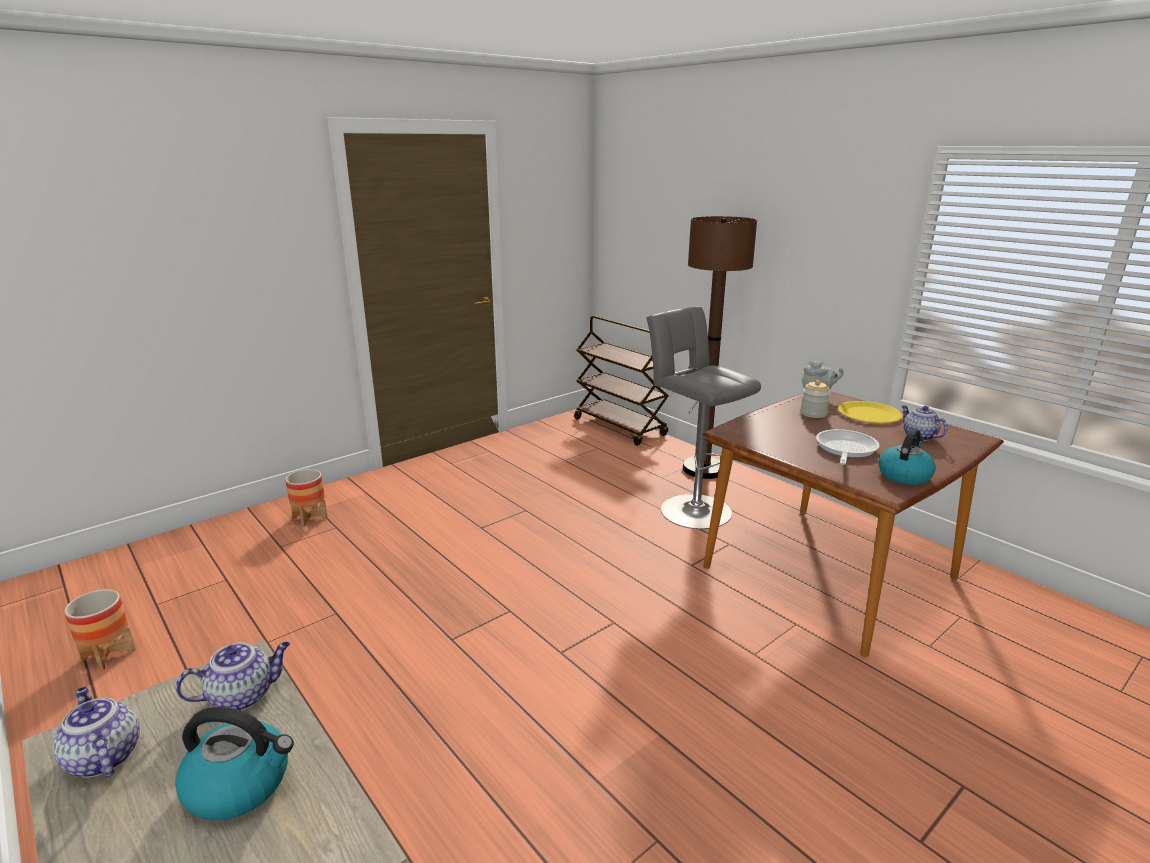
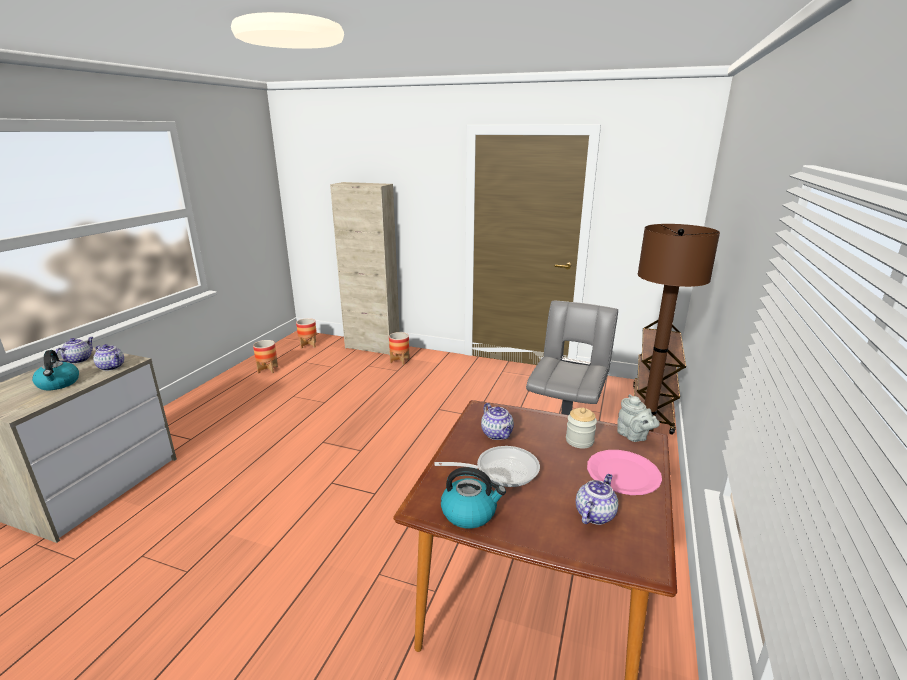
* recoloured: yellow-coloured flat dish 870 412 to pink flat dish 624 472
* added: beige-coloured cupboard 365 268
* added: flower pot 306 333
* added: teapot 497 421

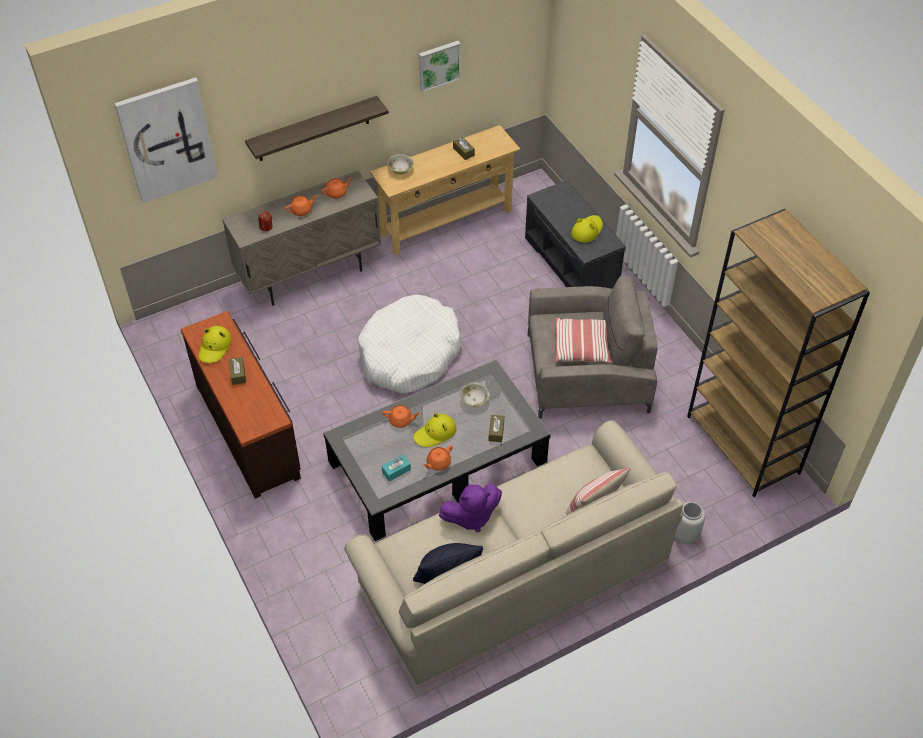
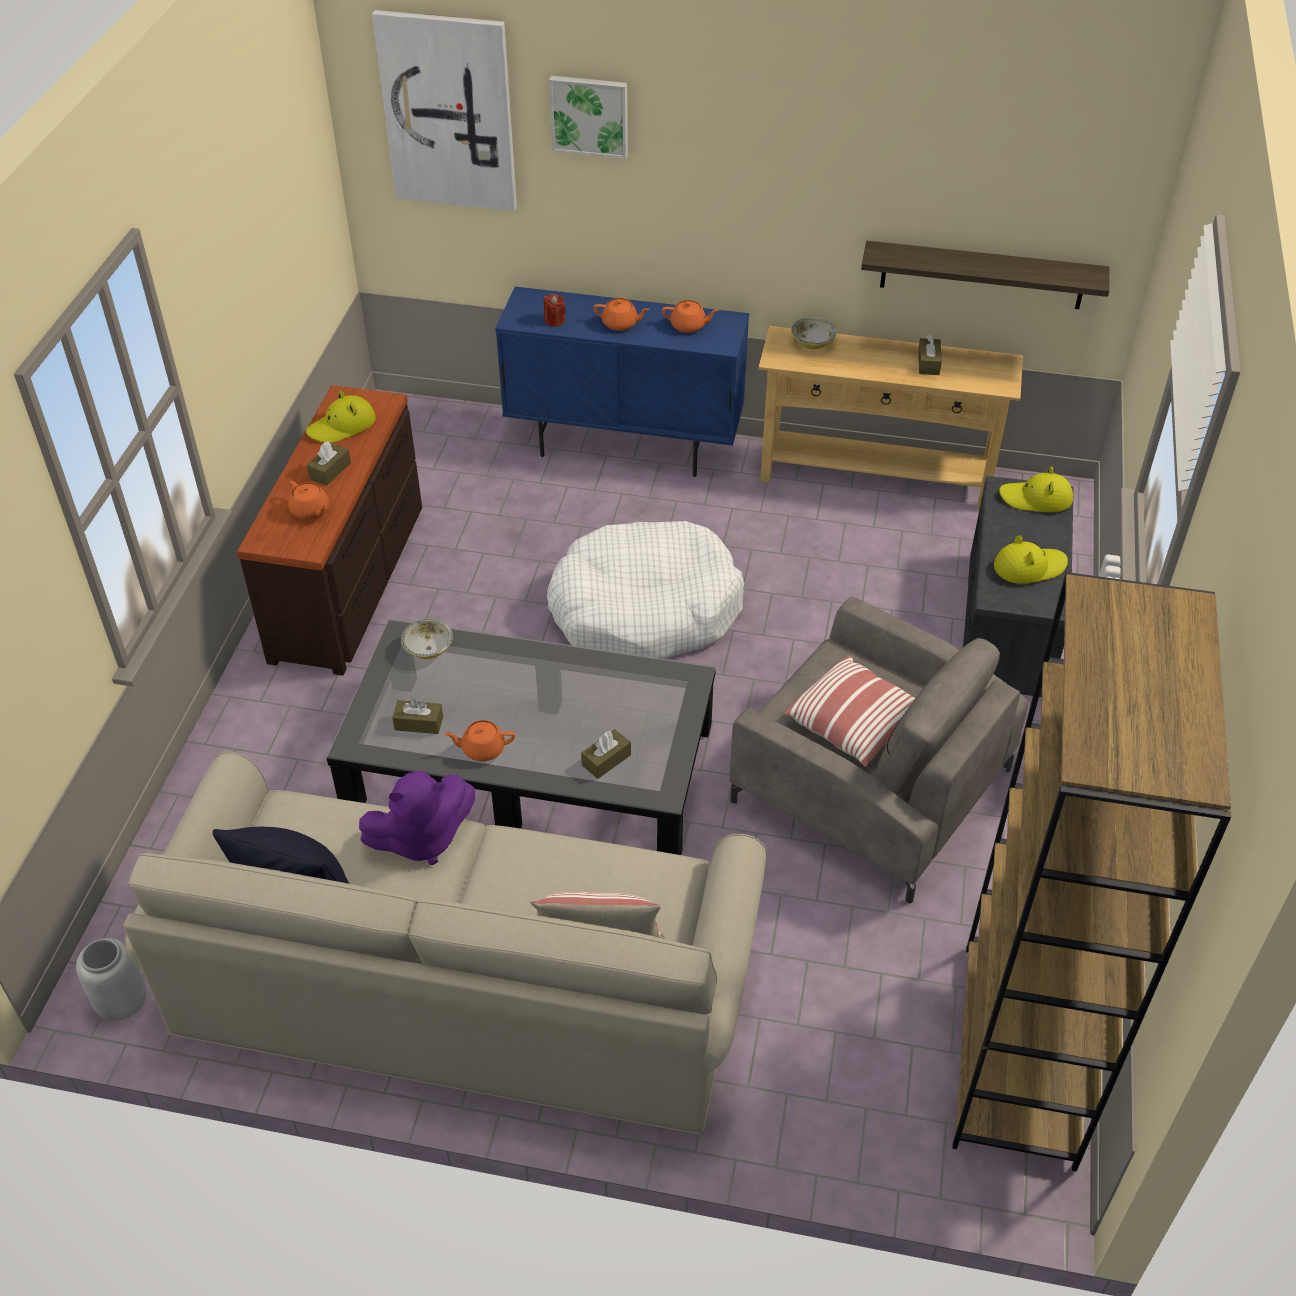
* moved: wall picture 440 67 to 588 117
* moved: wall shelf 317 128 to 985 275
* recoloured: beige-coloured cupboard 301 238 to blue cupboard 622 382
* moved: serving bowl 474 395 to 427 639
* moved: orange teapot 401 416 to 308 500
* moved: yellow-coloured hat 434 430 to 1036 489
* recoloured: turquoise tissue box 396 468 to brownish tissue box 417 716
* turned: purple soft toy 470 507 = 417 818 45 degrees counterclockwise
* moved: gray decorative vase 690 523 to 111 979

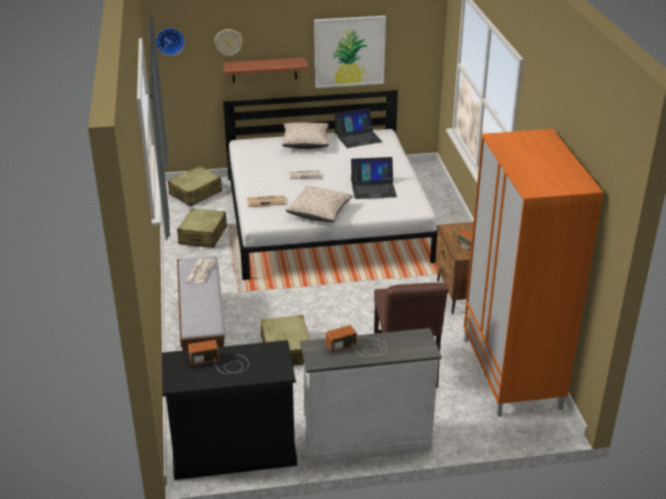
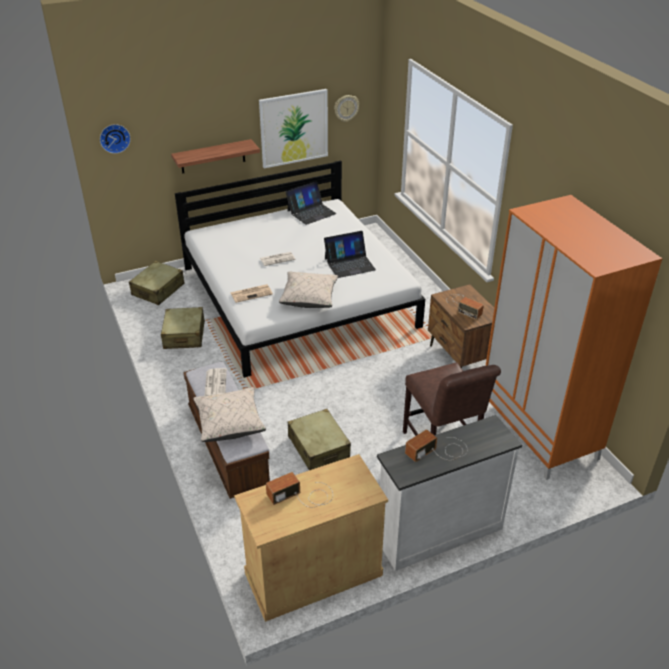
* moved: wall clock 228 43 to 346 108
* moved: beige-coloured cushion 305 135 to 229 414
* recoloured: black cupboard 229 410 to beige-coloured cupboard 311 538

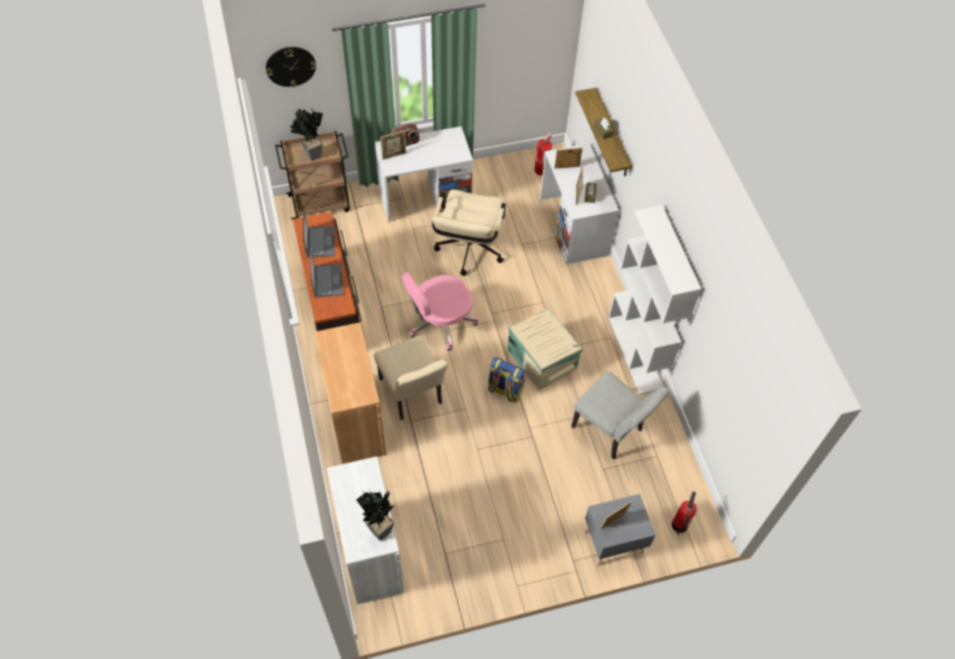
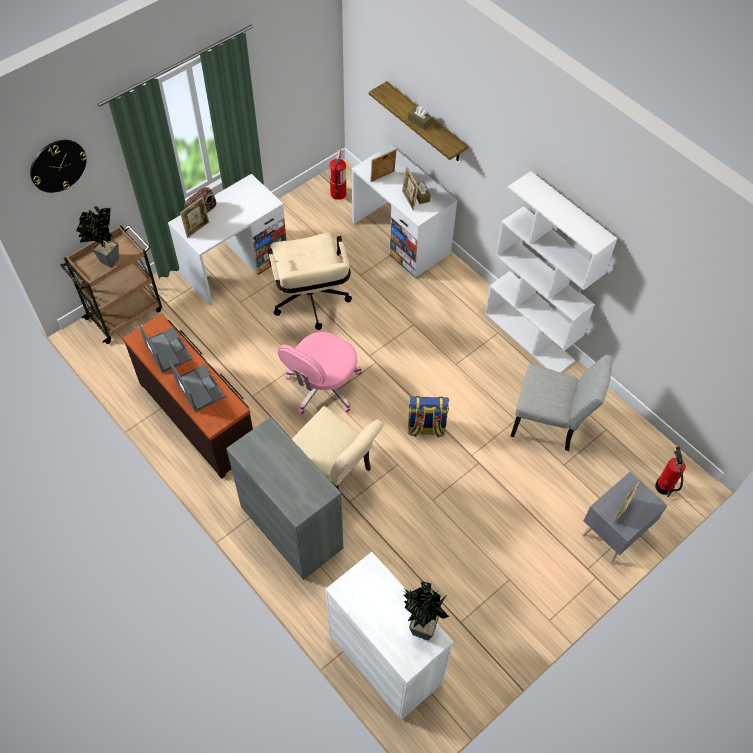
* removed: beige-coloured storage container 545 349
* recoloured: brownish cupboard 350 393 to gray cupboard 284 498

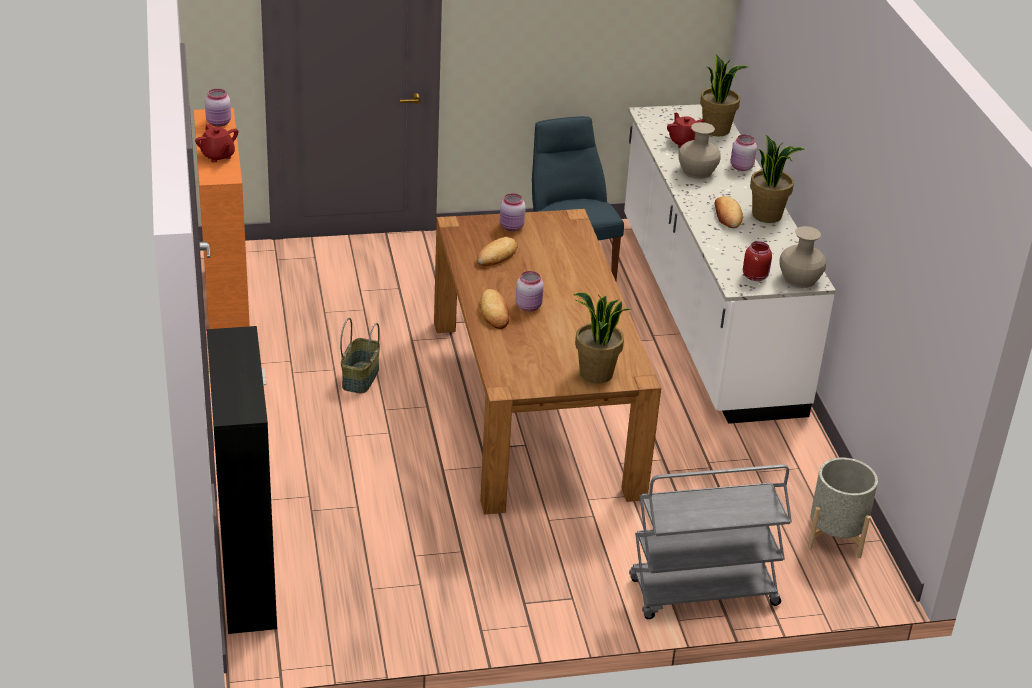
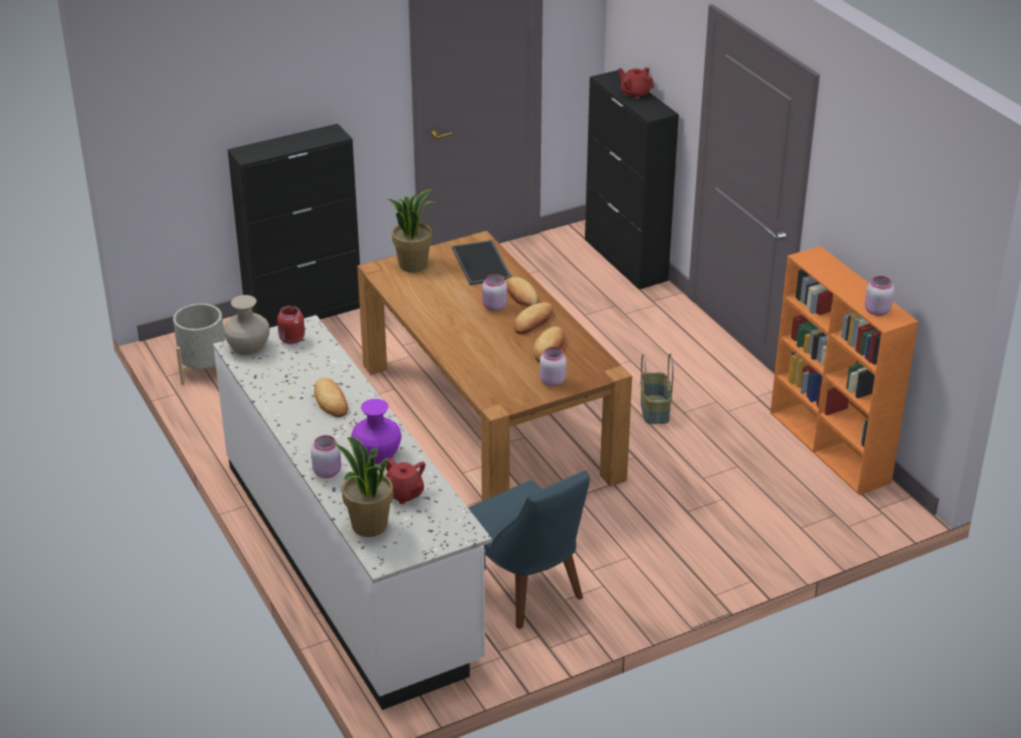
* recoloured: beige-coloured decorative vase 699 150 to purple decorative vase 376 431
* moved: reddish teapot 216 143 to 636 83
* removed: potted plant 777 178
* replaced: gray cart 710 541 to black cupboard 293 226
* added: carrying tray 482 262
* added: bread 533 318

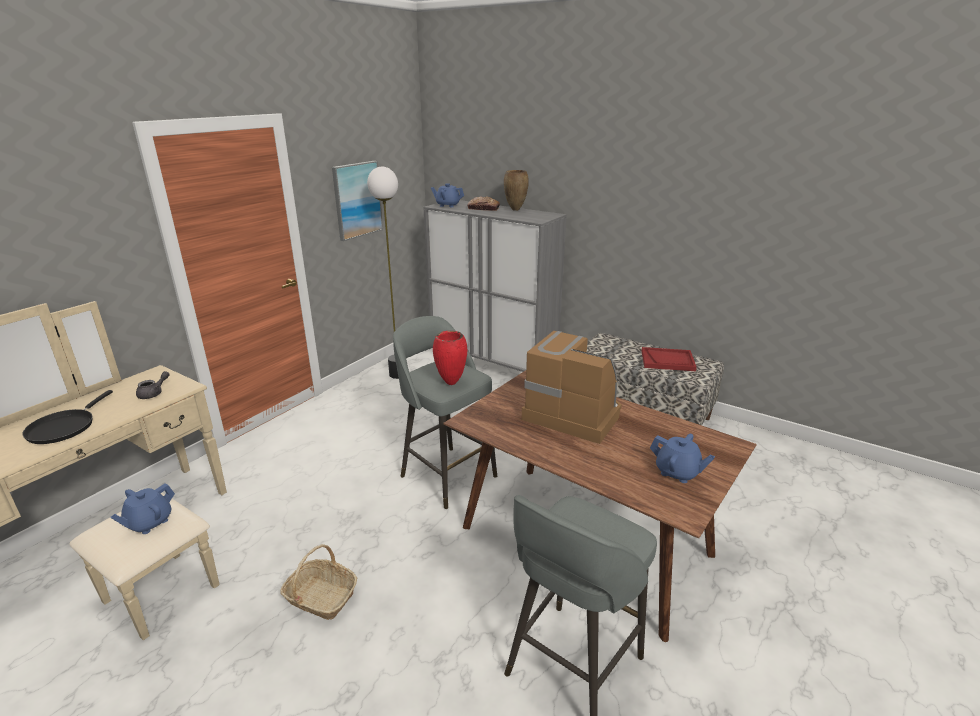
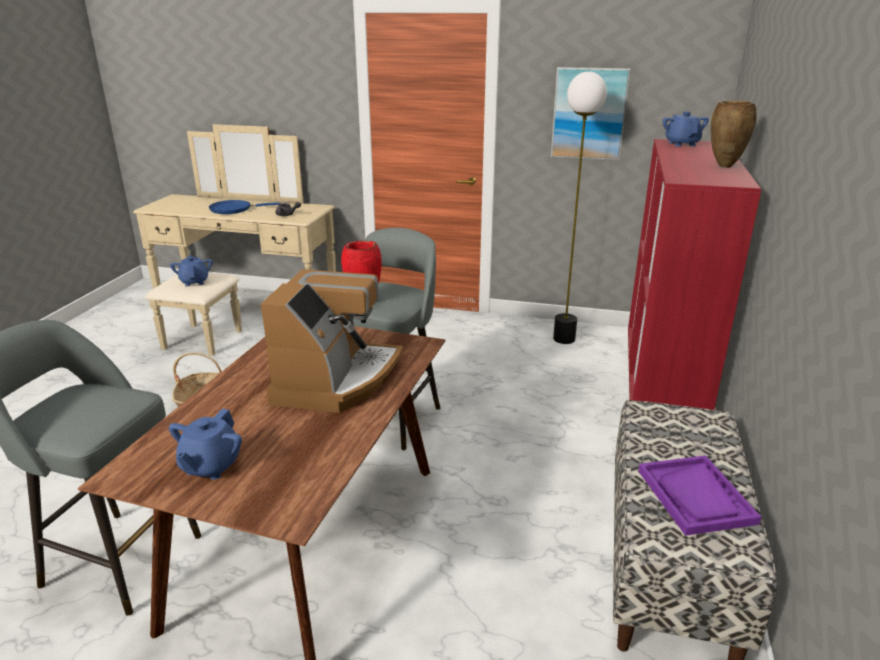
* removed: bread 483 203
* recoloured: gray cupboard 495 286 to reddish cupboard 694 274
* recoloured: reddish carrying tray 669 359 to purple carrying tray 699 495
* recoloured: black frying pan 67 417 to blue frying pan 244 207
* turned: blue teapot 142 508 = 191 270 60 degrees clockwise

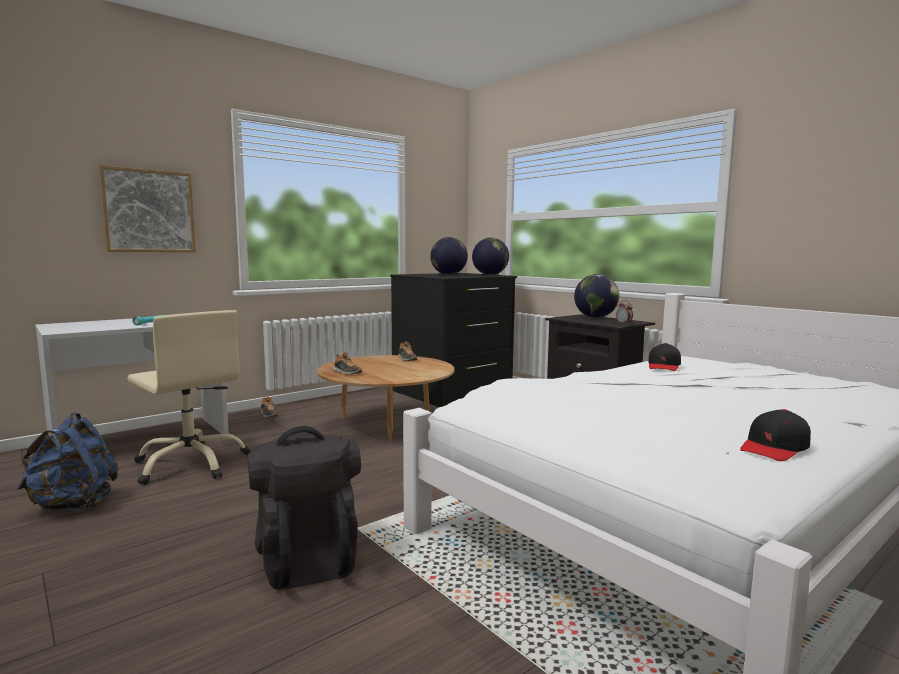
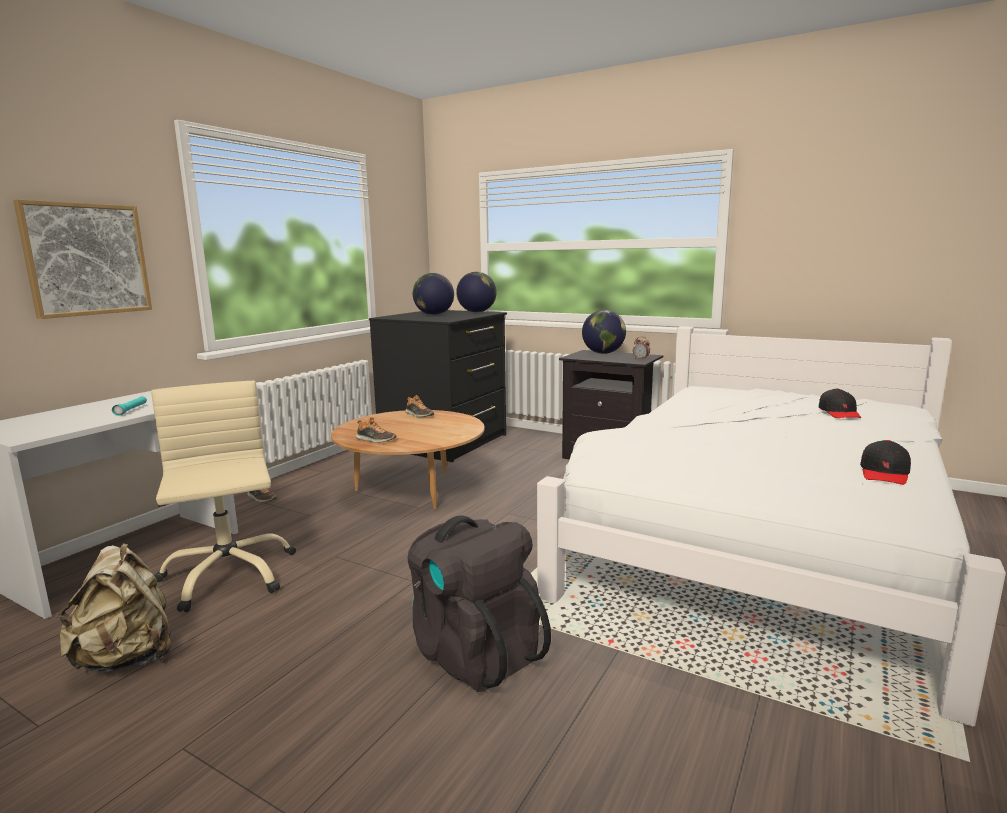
* turned: beige-coloured desk chair 188 397 = 223 496 135 degrees counterclockwise
* moved: black cap 664 357 to 840 403
* recoloured: blue backpack 68 461 to beige-coloured backpack 113 607

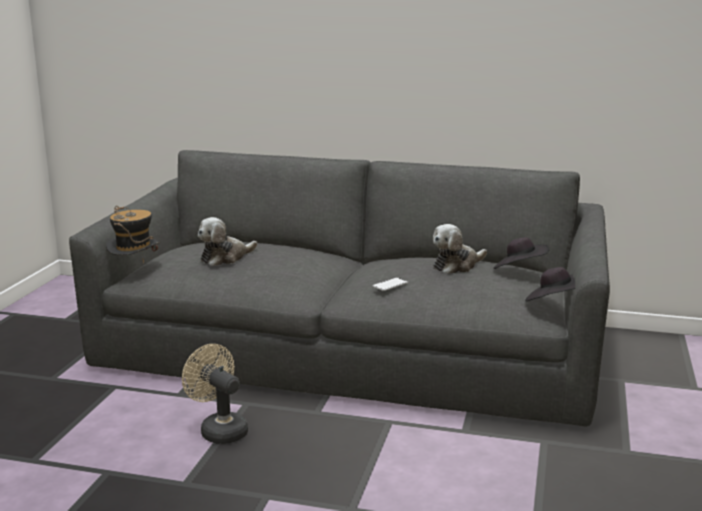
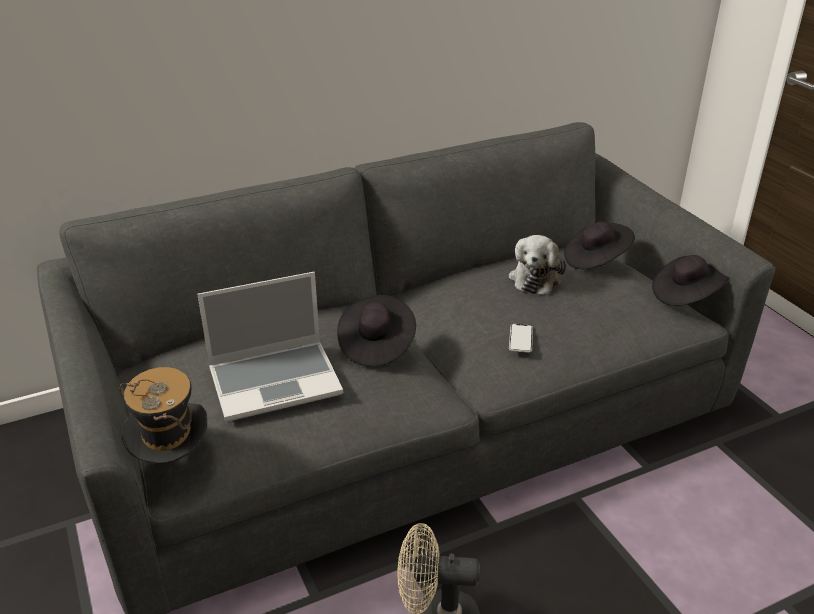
* replaced: soft toy 227 241 to notebook computer 270 346
* added: black hat 376 330

